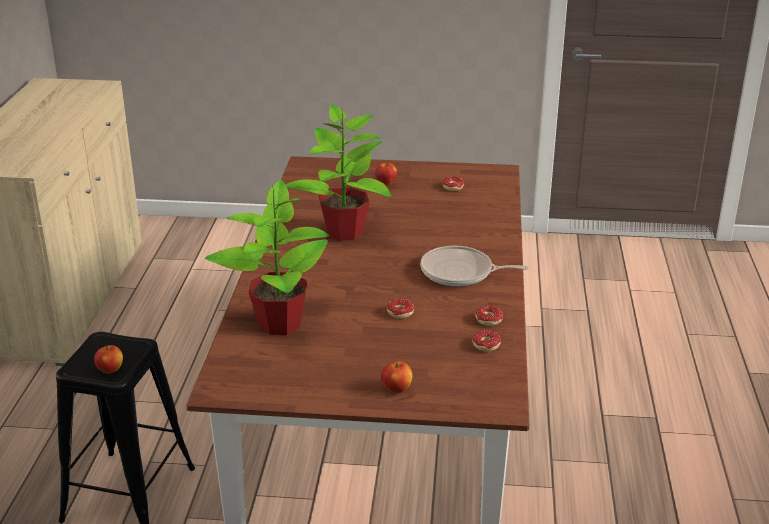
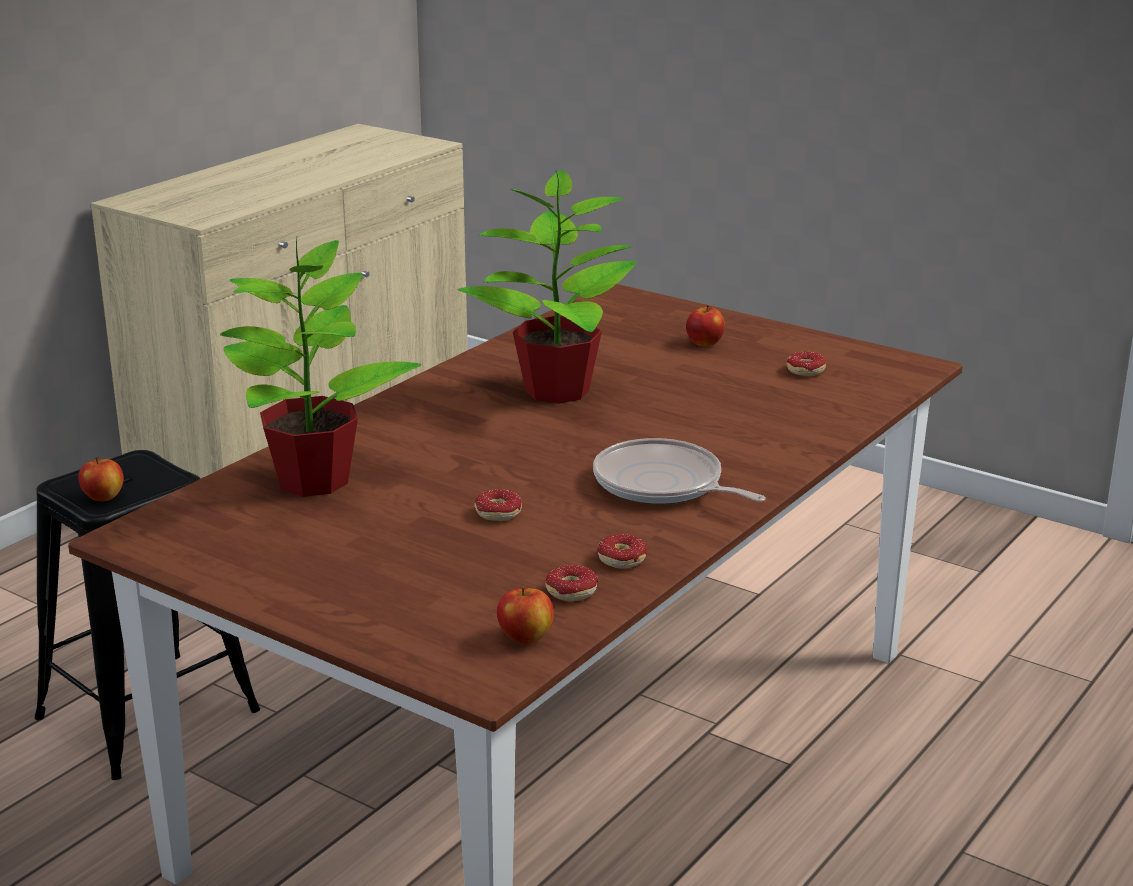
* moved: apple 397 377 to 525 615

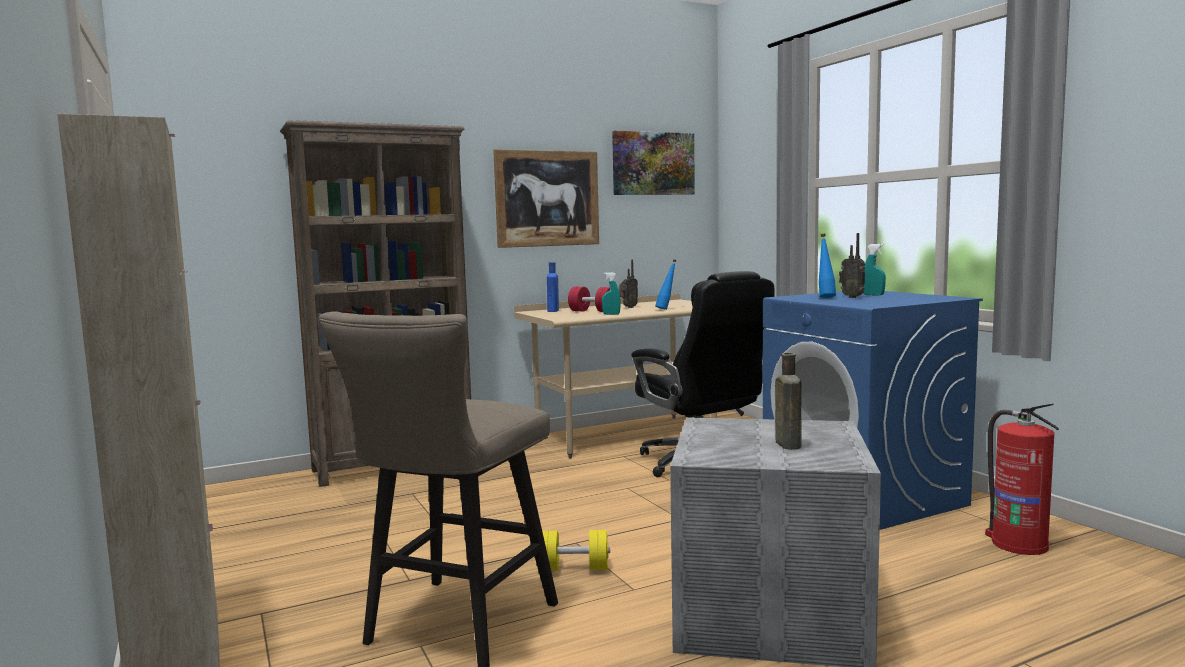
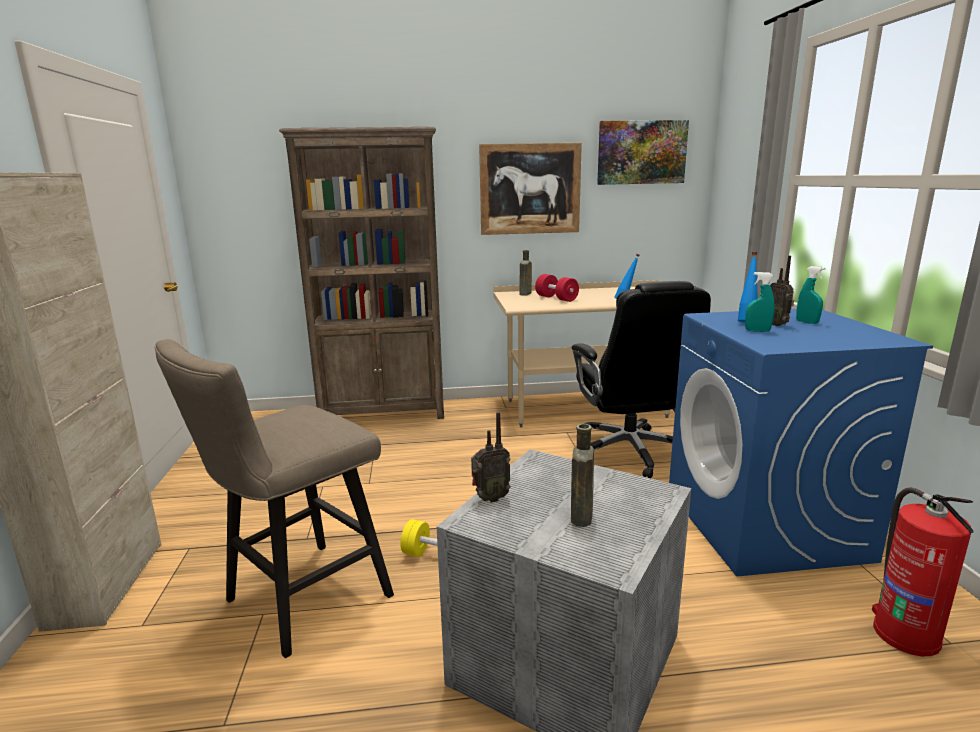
* moved: radio set 628 284 to 491 457
* recoloured: blue beverage bottle 553 287 to brownish beverage bottle 525 273
* moved: turquoise spray bottle 611 293 to 760 302

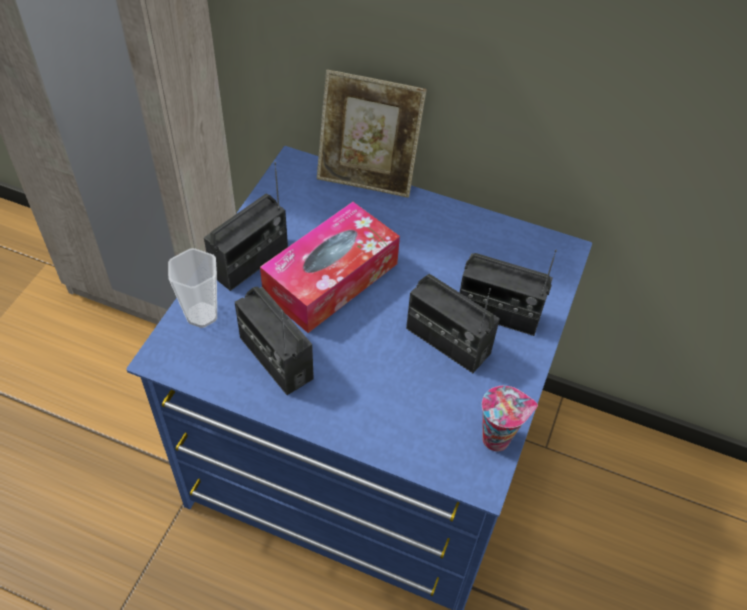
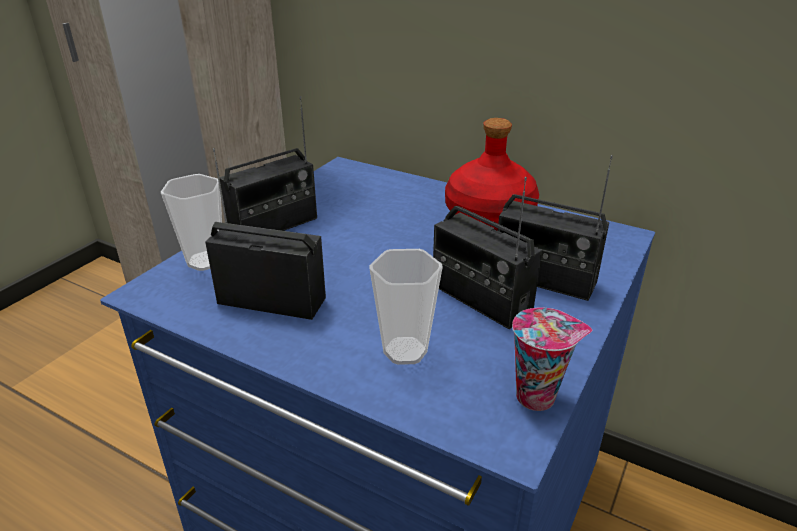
* removed: photo frame 372 134
* removed: tissue box 330 267
* turned: radio set 274 340 = 265 234 135 degrees clockwise
* added: reddish beverage bottle 492 174
* added: cup 406 307

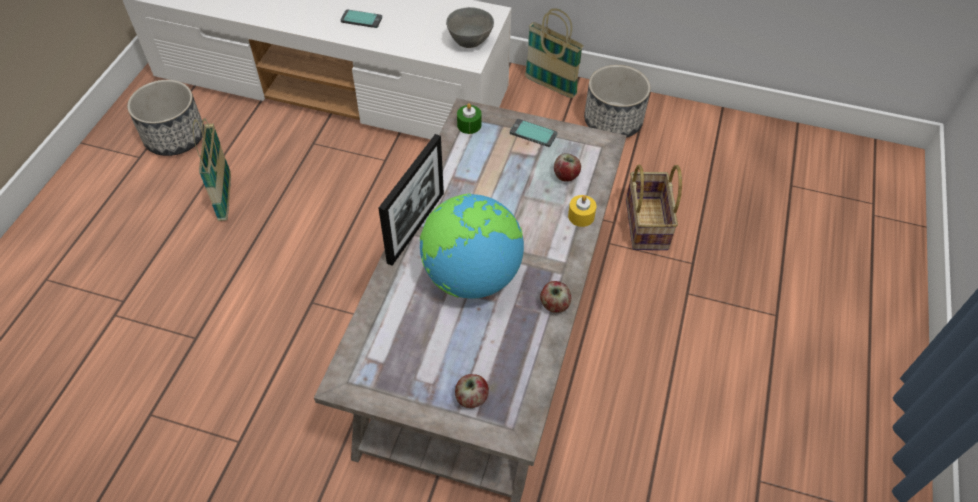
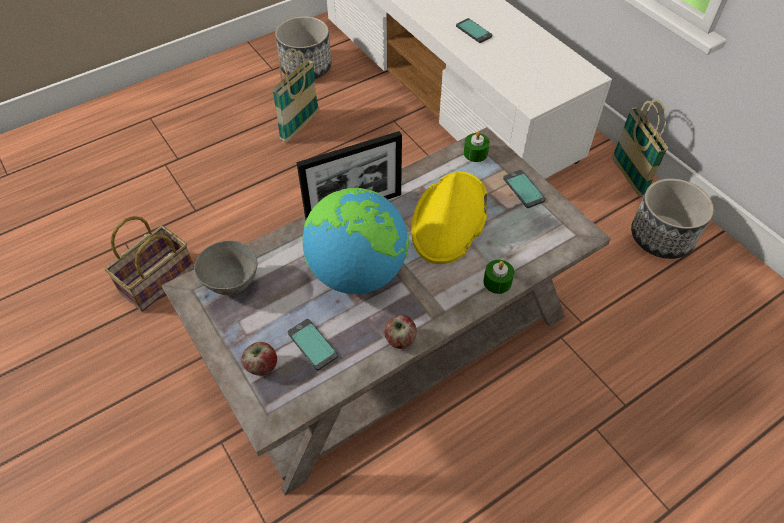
* moved: gray serving bowl 470 27 to 226 268
* removed: apple 567 168
* moved: basket 654 207 to 149 264
* recoloured: yellow-coloured candle 582 211 to greenish candle 498 277
* added: yellow-coloured hat 449 218
* added: handset 313 344

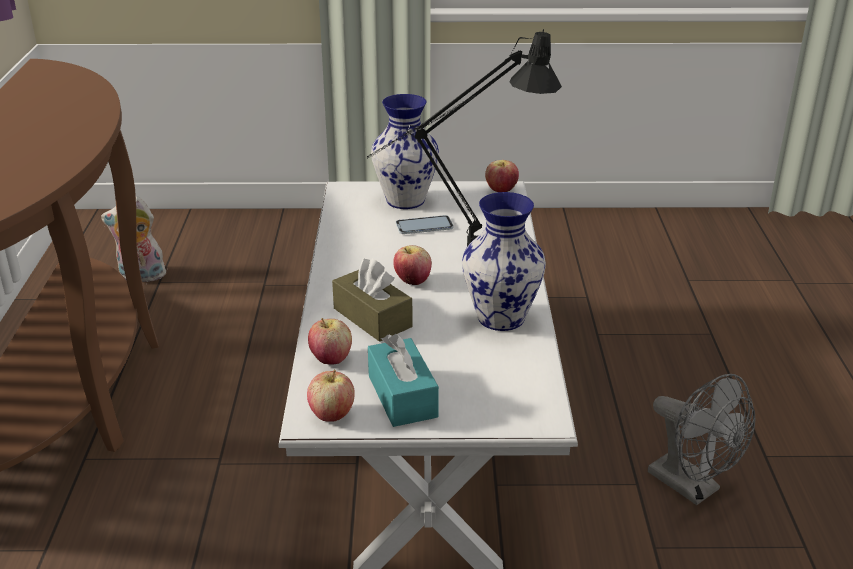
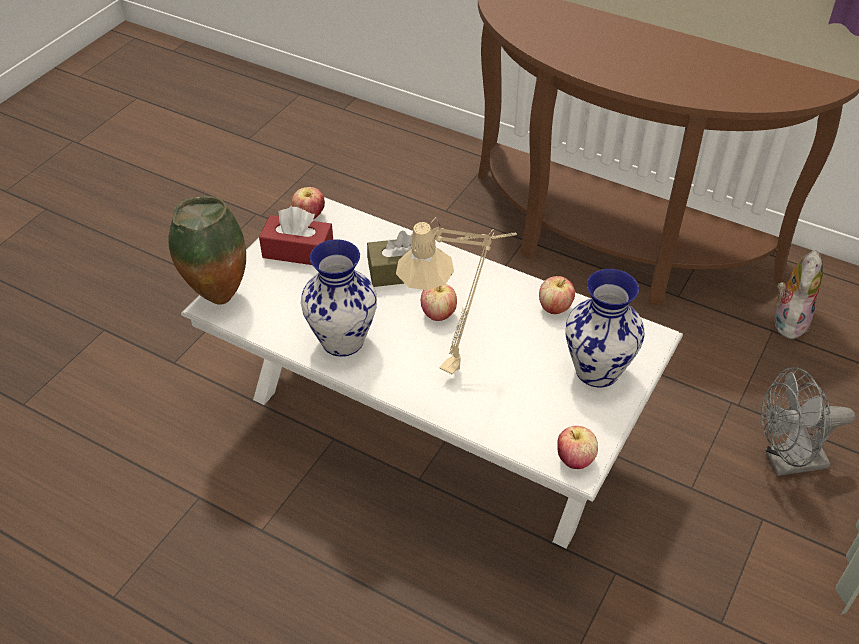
* recoloured: black tabletop lamp 464 137 to beige-coloured tabletop lamp 456 296
* removed: handset 424 224
* moved: apple 330 341 to 557 295
* recoloured: turquoise tissue box 403 380 to reddish tissue box 296 236
* moved: gray electric fan 701 439 to 808 421
* added: decorative vase 207 250

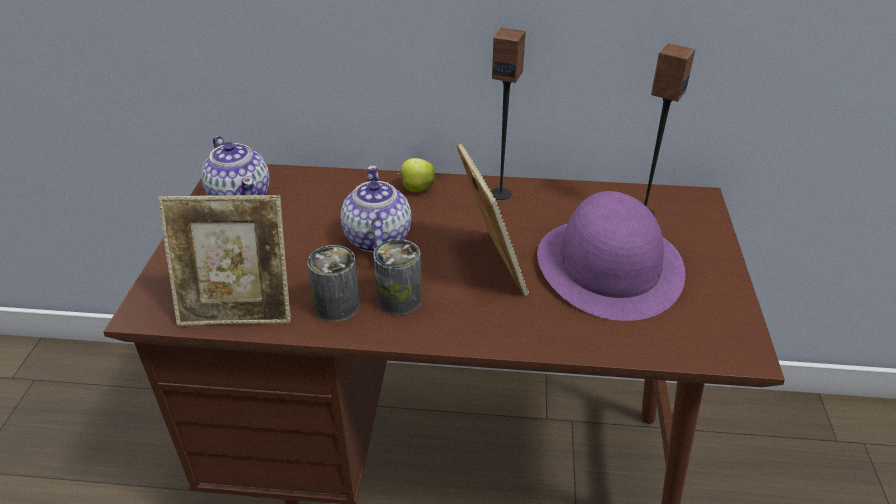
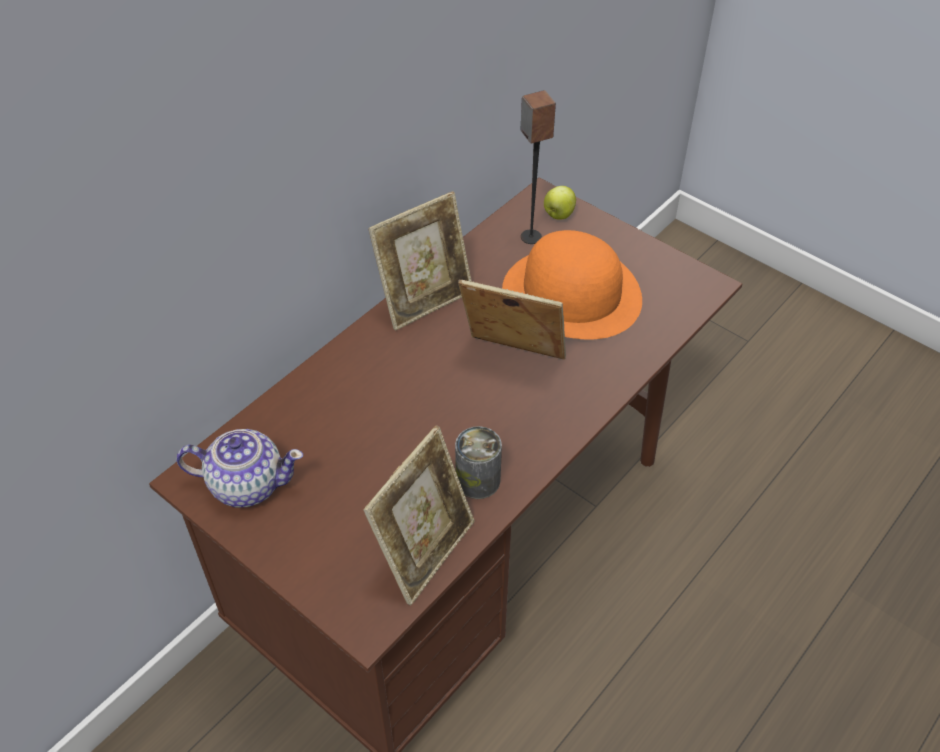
* replaced: audio speaker 508 114 to photo frame 420 261
* moved: apple 416 175 to 560 203
* removed: teapot 376 208
* recoloured: purple hat 611 256 to orange hat 572 285
* removed: sealed can 398 277

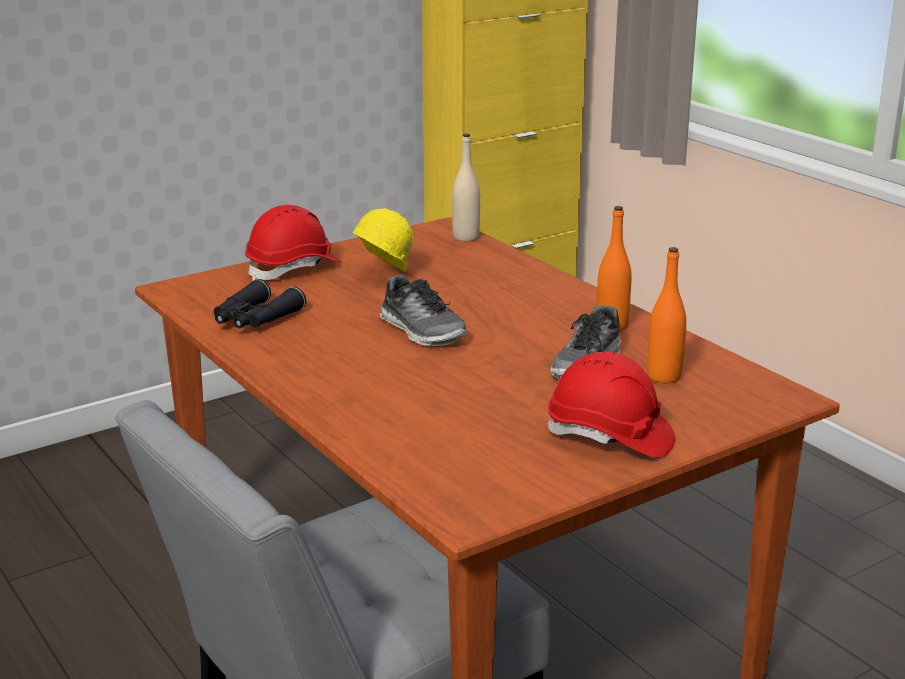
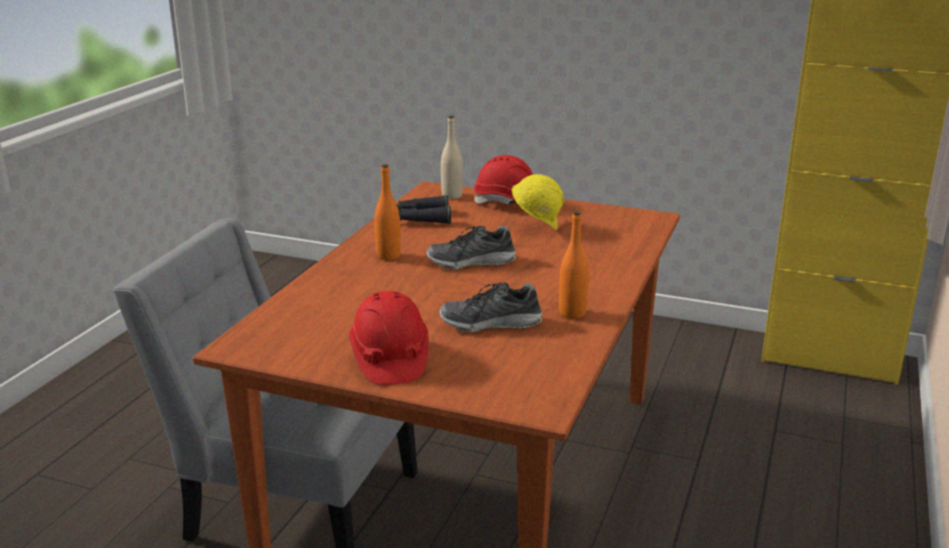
* moved: beige-coloured beverage bottle 466 187 to 452 157
* moved: orange beverage bottle 666 315 to 387 212
* turned: shoe 424 310 = 471 247 60 degrees clockwise

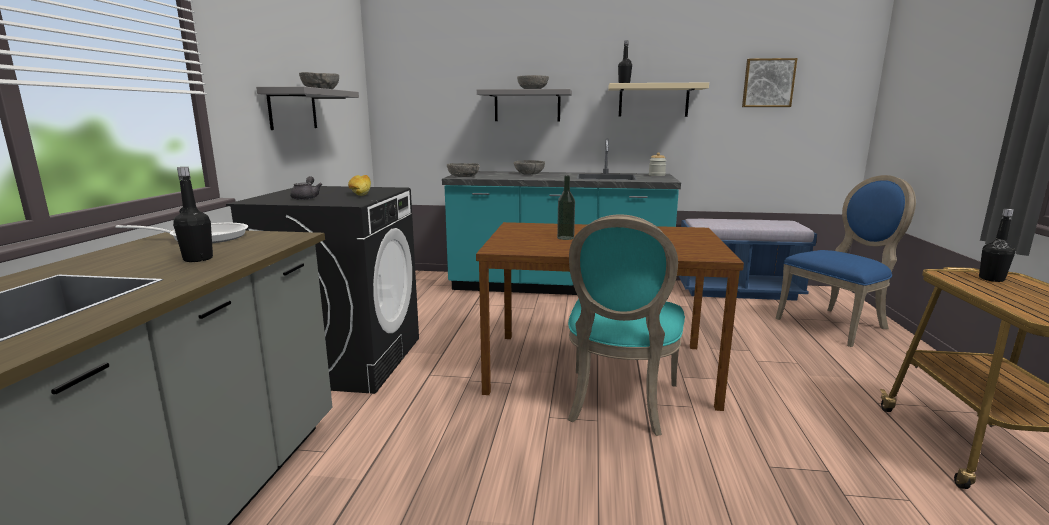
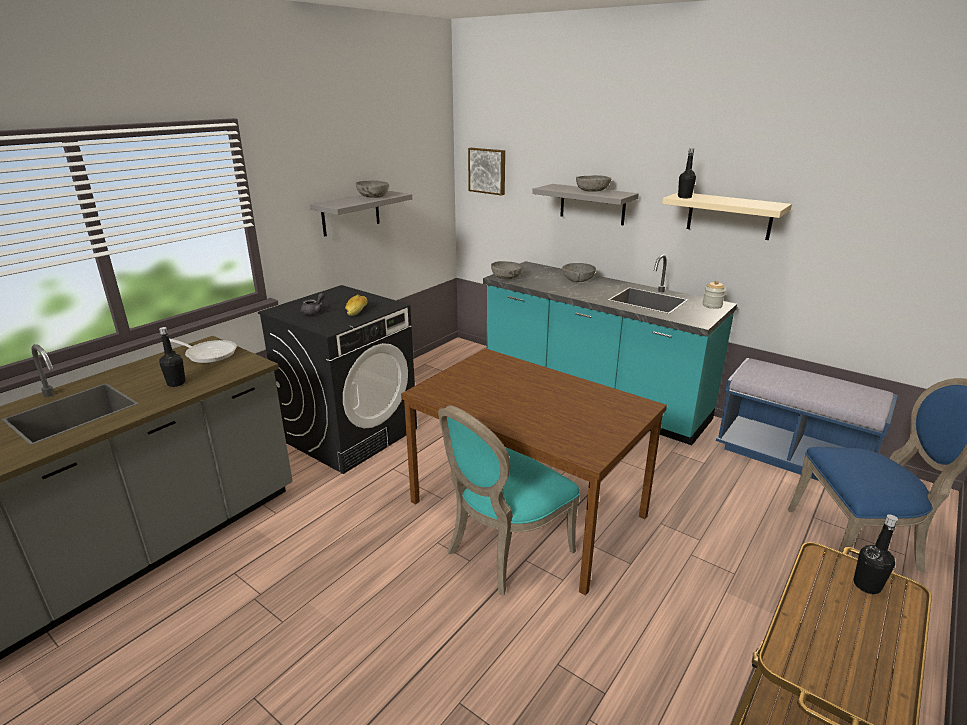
* moved: wall picture 769 82 to 486 171
* removed: beverage bottle 566 207

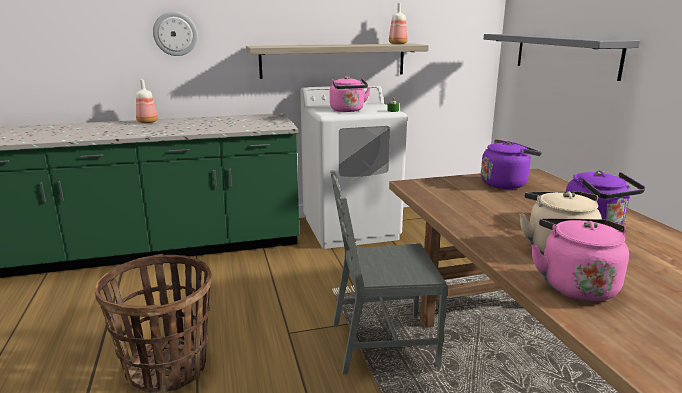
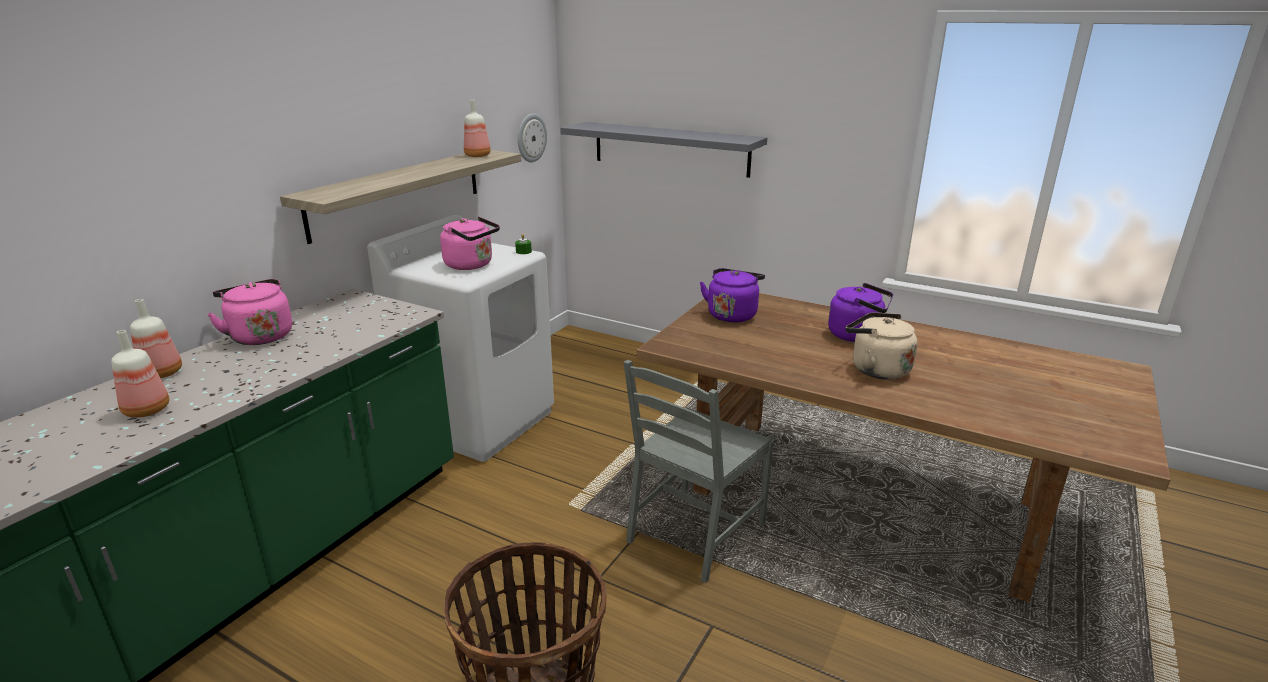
* moved: wall clock 175 34 to 532 137
* moved: pink kettle 580 260 to 249 312
* added: beverage bottle 140 374

